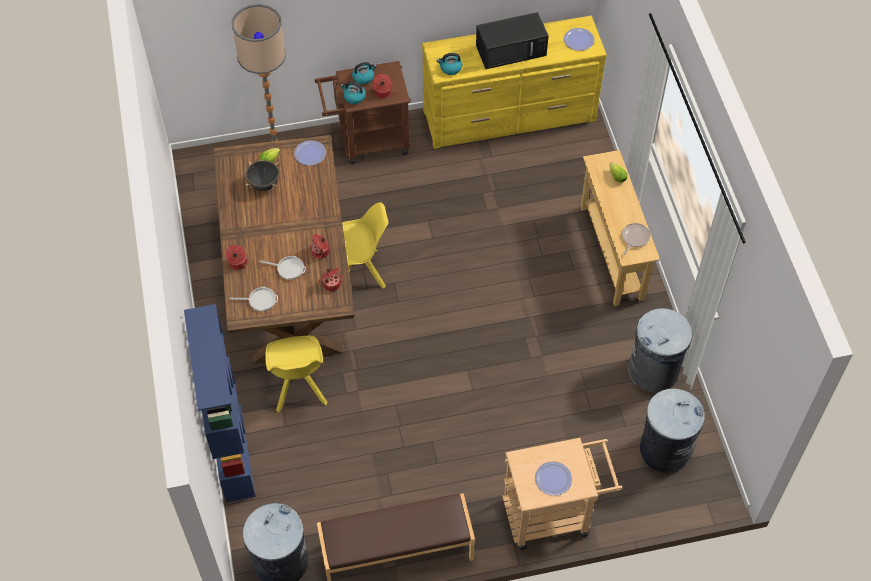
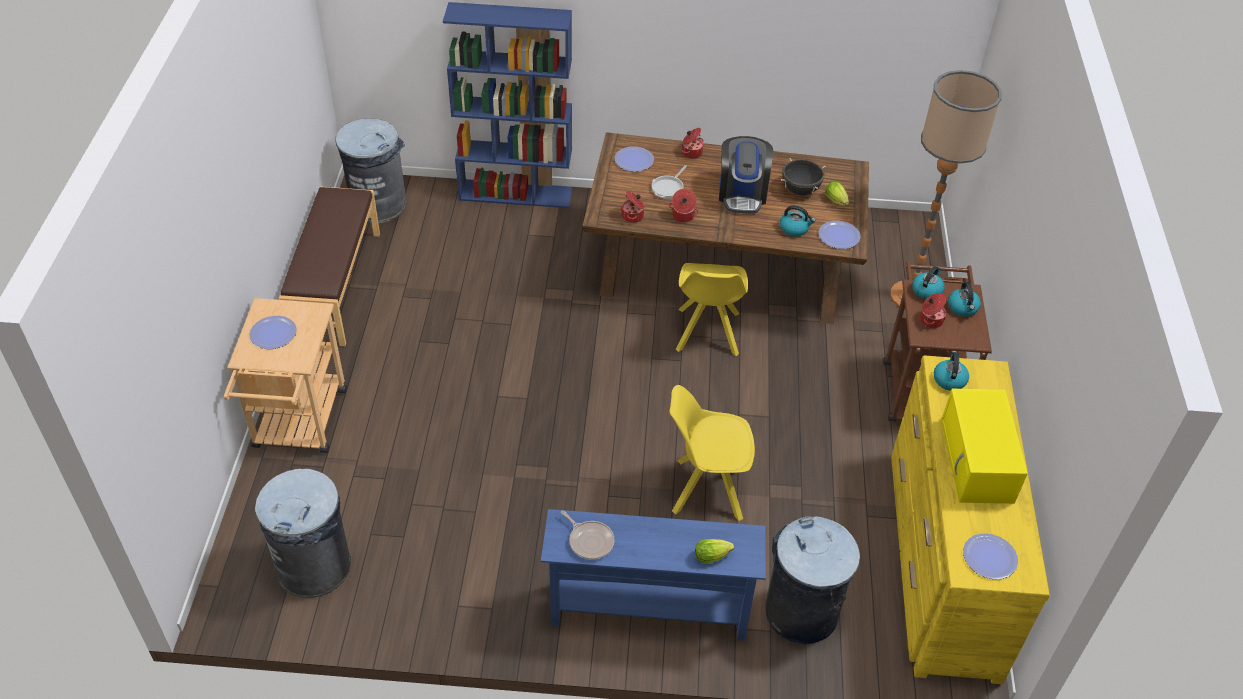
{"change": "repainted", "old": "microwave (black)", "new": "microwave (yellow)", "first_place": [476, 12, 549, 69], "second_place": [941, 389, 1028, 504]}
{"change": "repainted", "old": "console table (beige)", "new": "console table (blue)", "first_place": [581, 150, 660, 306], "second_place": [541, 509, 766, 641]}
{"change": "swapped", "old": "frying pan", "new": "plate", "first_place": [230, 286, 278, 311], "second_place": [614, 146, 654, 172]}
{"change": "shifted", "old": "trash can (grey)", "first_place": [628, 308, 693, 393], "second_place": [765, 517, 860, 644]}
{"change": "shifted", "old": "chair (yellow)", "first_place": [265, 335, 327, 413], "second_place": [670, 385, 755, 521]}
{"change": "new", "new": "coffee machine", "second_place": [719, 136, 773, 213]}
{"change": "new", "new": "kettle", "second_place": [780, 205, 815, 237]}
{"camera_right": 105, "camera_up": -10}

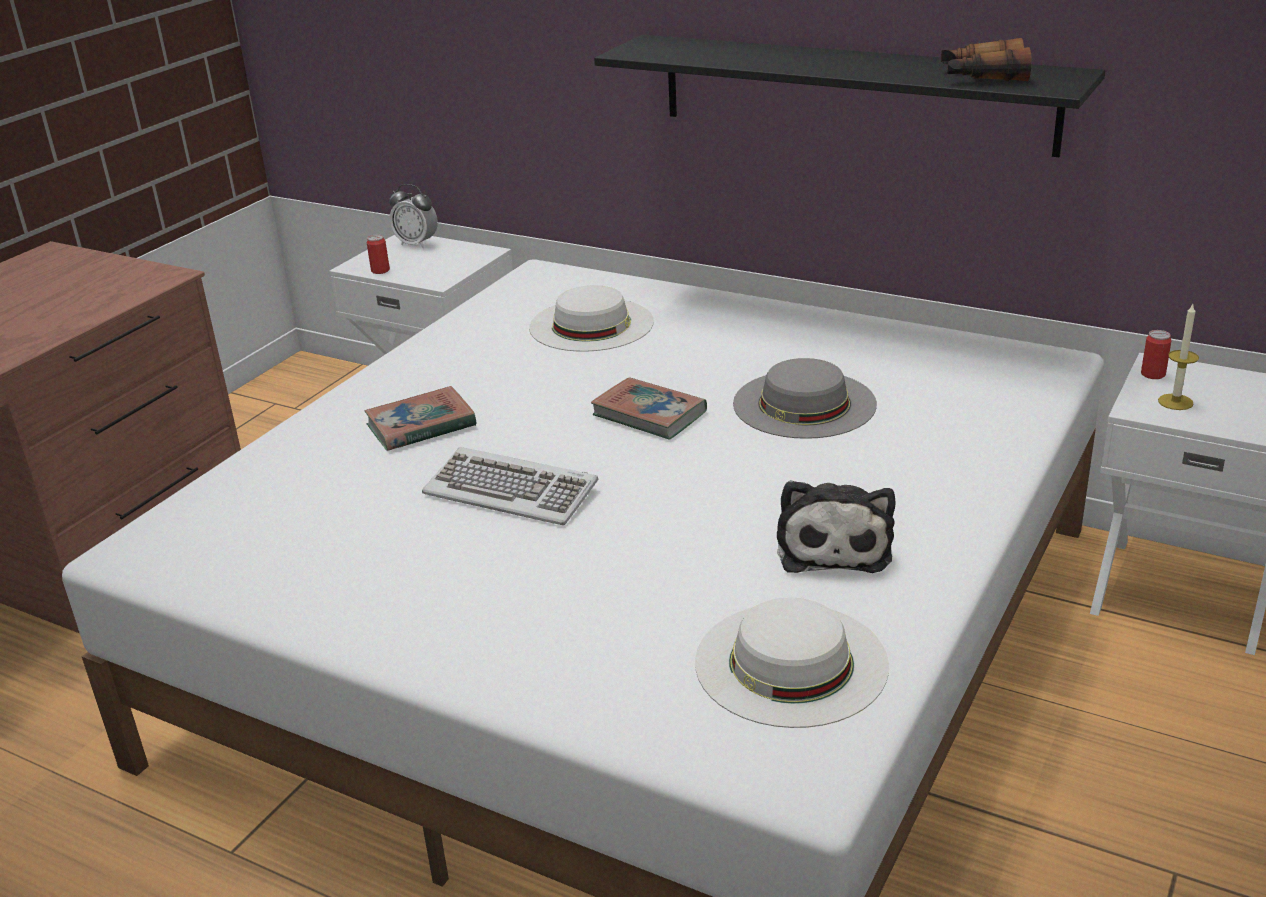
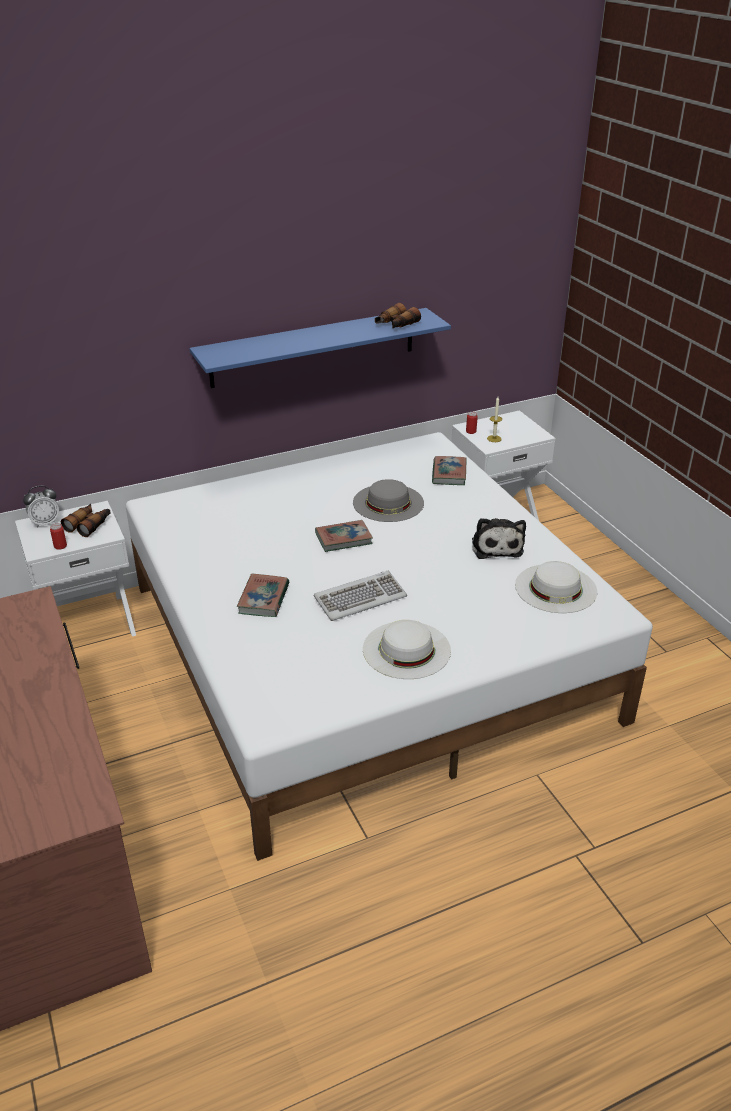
{"change": "repainted", "old": "shelf (black)", "new": "shelf (blue)", "first_place": [594, 35, 1105, 157], "second_place": [189, 308, 451, 388]}
{"change": "shifted", "old": "hat (white)", "first_place": [529, 285, 654, 352], "second_place": [363, 620, 451, 679]}
{"change": "rotated", "old": "plush toy", "first_place": [777, 480, 895, 573], "second_place": [472, 518, 526, 559], "degrees": 45}
{"change": "new", "new": "book", "second_place": [432, 456, 466, 485]}
{"change": "new", "new": "binoculars", "second_place": [61, 504, 110, 537]}
{"camera_right": -55, "camera_up": 5}

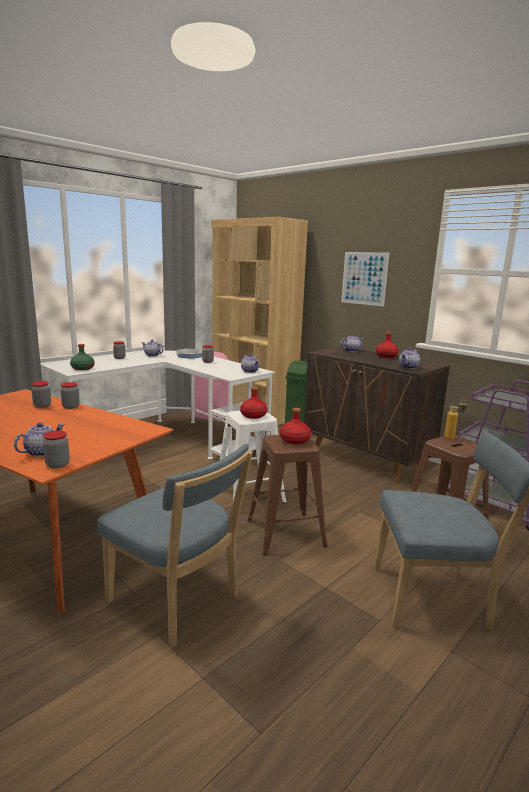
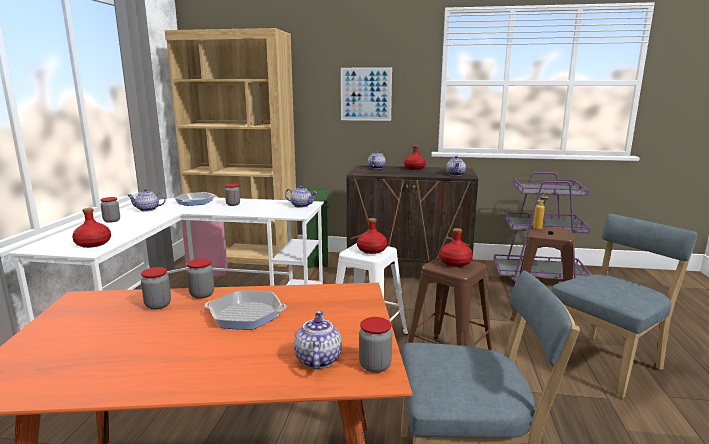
{"change": "repainted", "old": "bottle (green)", "new": "bottle (red)", "first_place": [70, 344, 95, 370], "second_place": [72, 208, 111, 248]}
{"change": "new", "new": "frying pan", "second_place": [205, 290, 287, 330]}
{"camera_right": -35, "camera_up": 0}

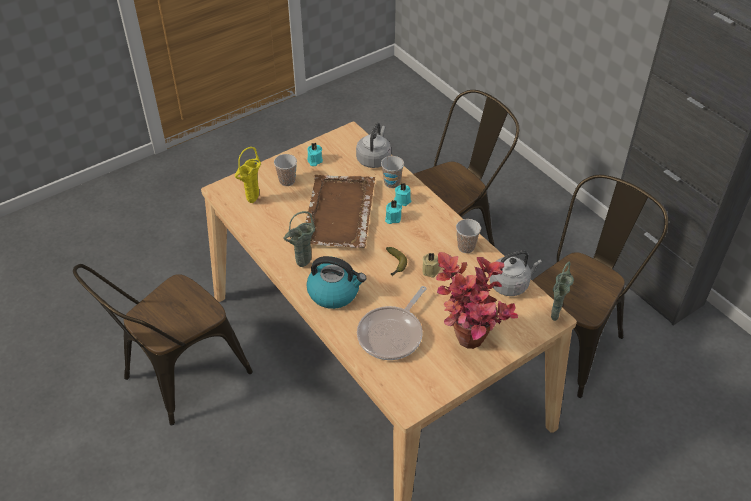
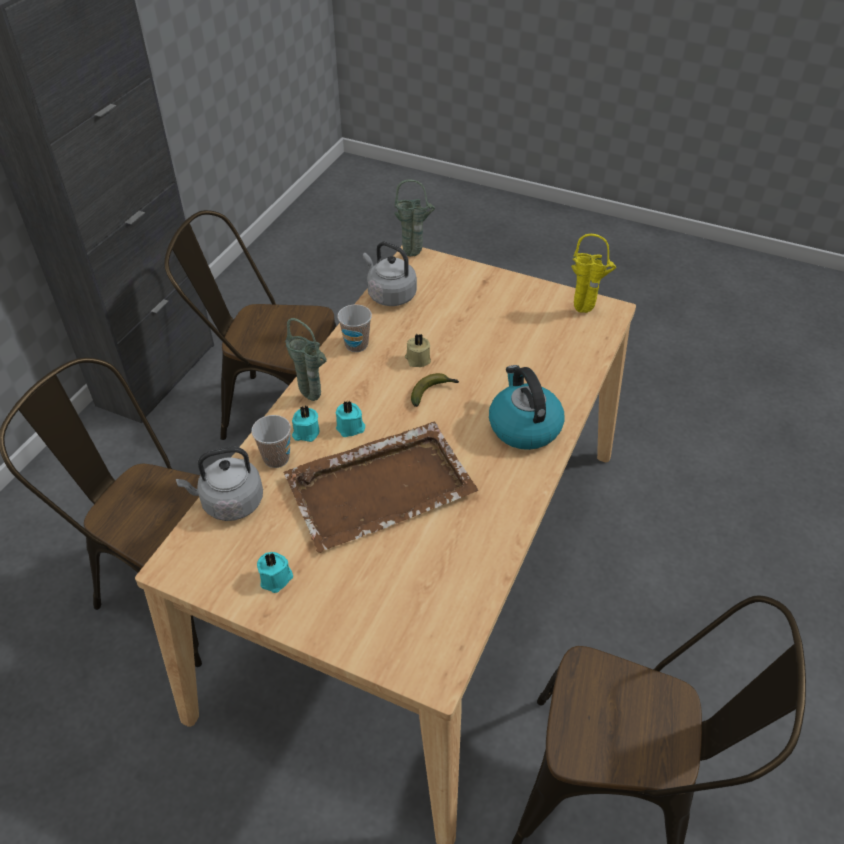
{"change": "shifted", "old": "vase (yellow)", "first_place": [235, 147, 261, 203], "second_place": [571, 234, 616, 313]}
{"change": "gone", "old": "cup", "first_place": [274, 154, 297, 186]}
{"change": "shifted", "old": "vase (green)", "first_place": [283, 211, 315, 267], "second_place": [285, 318, 327, 401]}
{"change": "gone", "old": "potted plant", "first_place": [436, 252, 518, 349]}
{"change": "gone", "old": "frying pan", "first_place": [357, 286, 427, 360]}
{"camera_right": -120, "camera_up": 0}

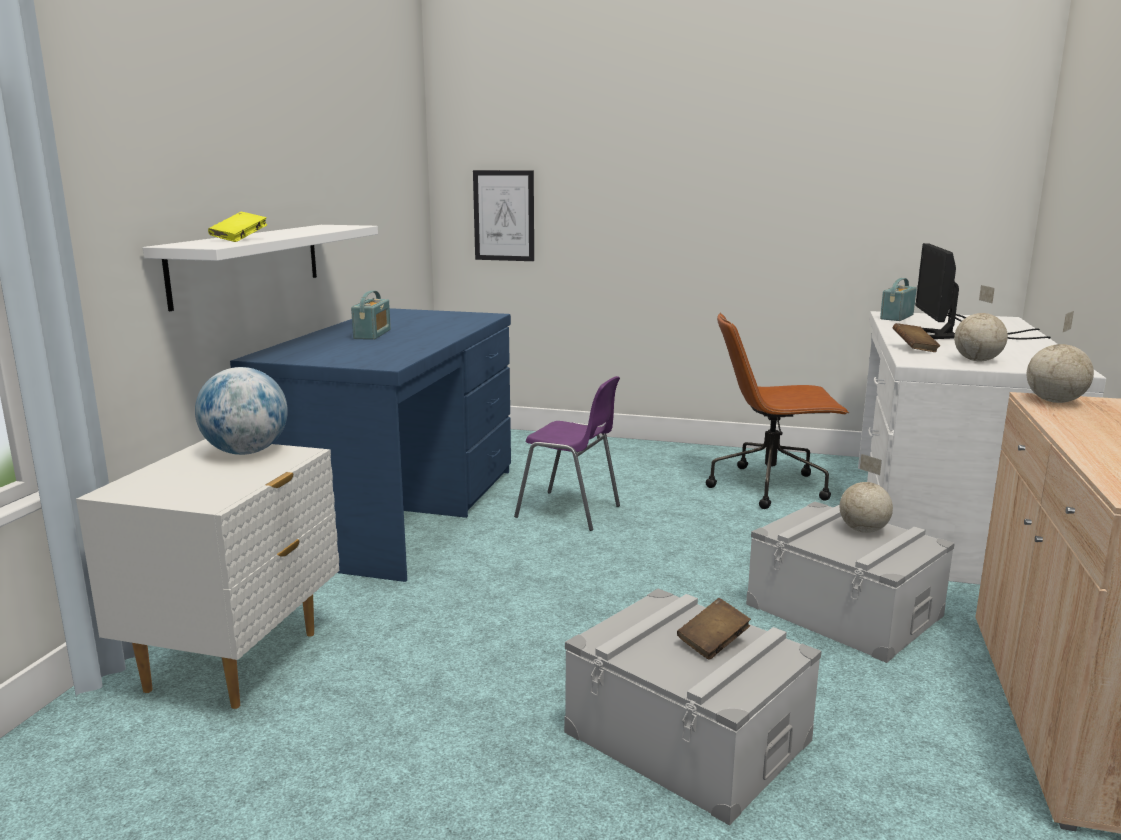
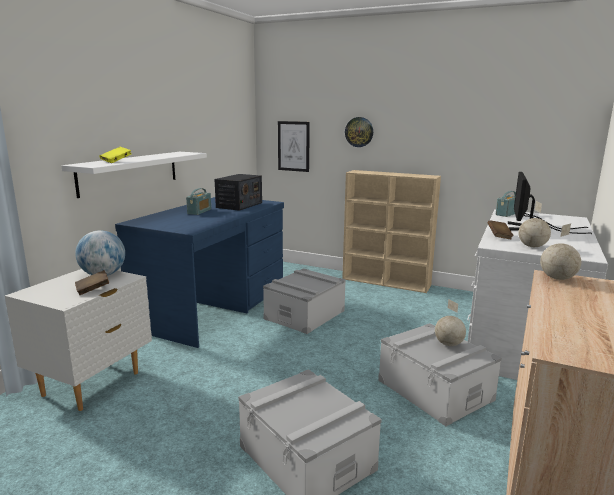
{"change": "gone", "old": "office chair (brown)", "first_place": [706, 312, 849, 509]}
{"change": "swapped", "old": "chair (purple)", "new": "storage box (grey)", "first_place": [514, 376, 620, 531], "second_place": [263, 268, 346, 334]}
{"change": "shifted", "old": "book (brown)", "first_place": [677, 598, 751, 660], "second_place": [75, 270, 109, 295]}
{"change": "new", "new": "wall clock", "second_place": [345, 117, 373, 147]}
{"change": "new", "new": "bookcase (beige)", "second_place": [342, 170, 441, 293]}
{"change": "new", "new": "radio", "second_place": [215, 174, 262, 211]}
{"camera_right": 10, "camera_up": 0}

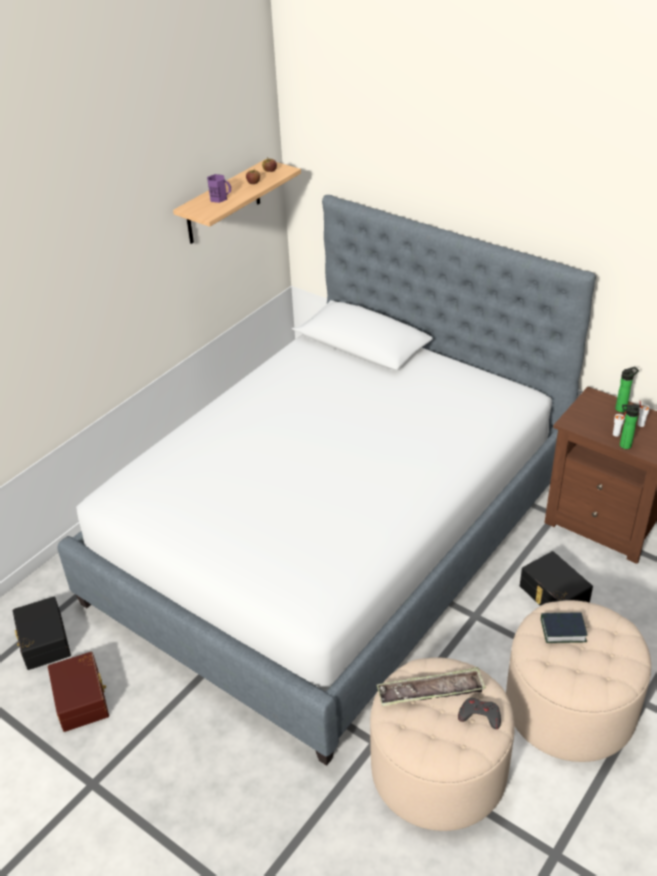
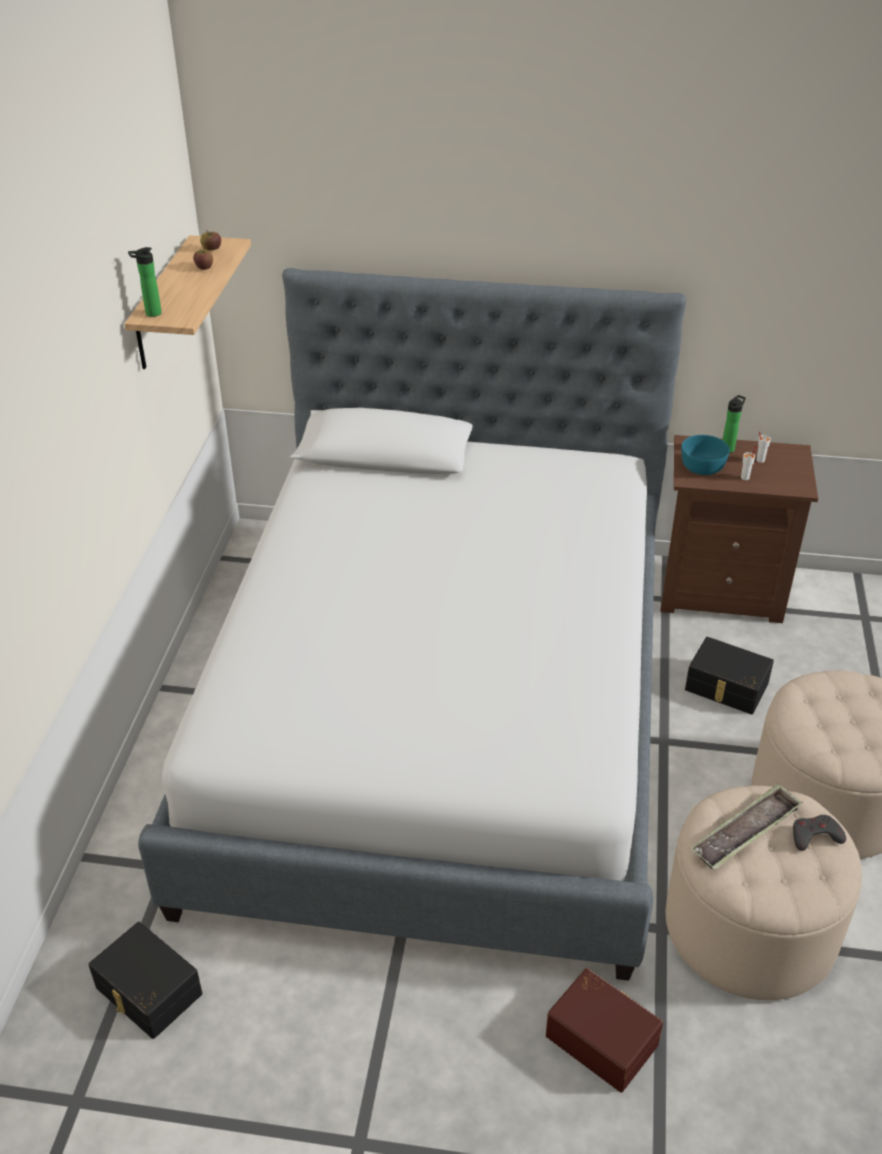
{"change": "gone", "old": "mug (purple)", "first_place": [207, 174, 231, 203]}
{"change": "shifted", "old": "bottle", "first_place": [620, 404, 640, 449], "second_place": [128, 247, 162, 317]}
{"change": "gone", "old": "book", "first_place": [541, 612, 587, 643]}
{"change": "shifted", "old": "storage box (brown)", "first_place": [48, 652, 109, 732], "second_place": [546, 968, 663, 1092]}
{"change": "new", "new": "bowl (turquoise)", "second_place": [681, 435, 730, 475]}
{"camera_right": -30, "camera_up": 0}

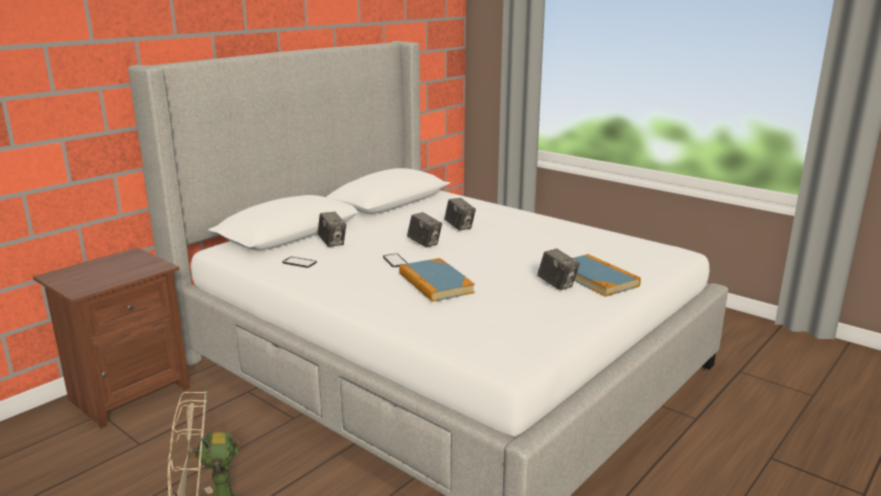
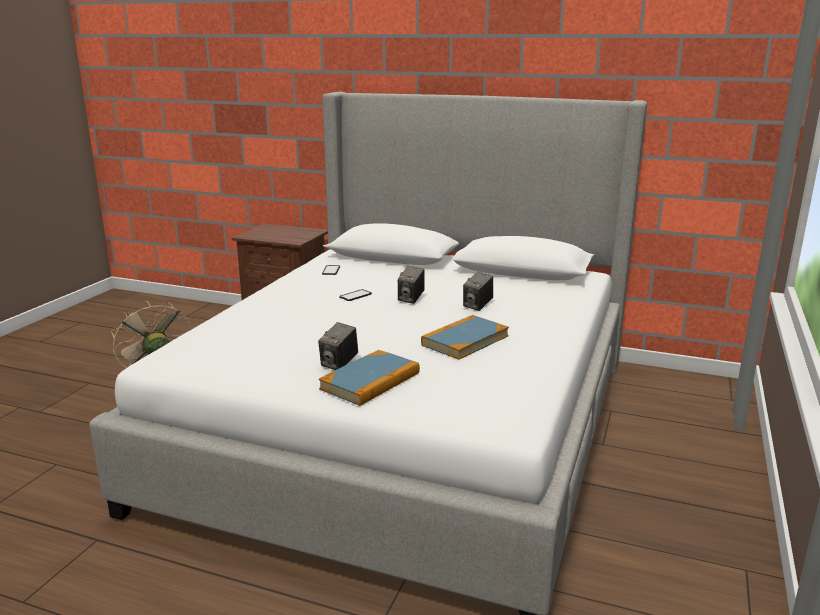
{"change": "gone", "old": "photo camera", "first_place": [317, 212, 346, 247]}
{"change": "shifted", "old": "book", "first_place": [399, 258, 475, 302], "second_place": [421, 315, 509, 360]}
{"camera_right": 70, "camera_up": 0}

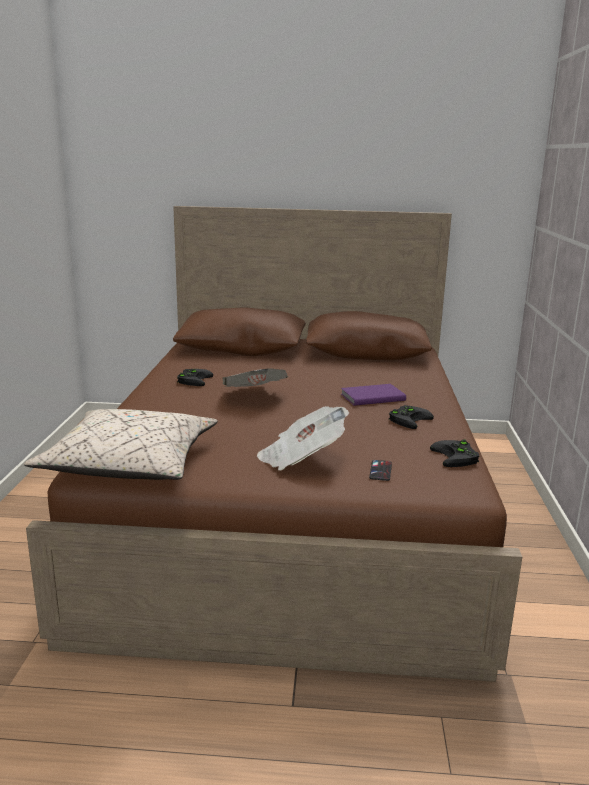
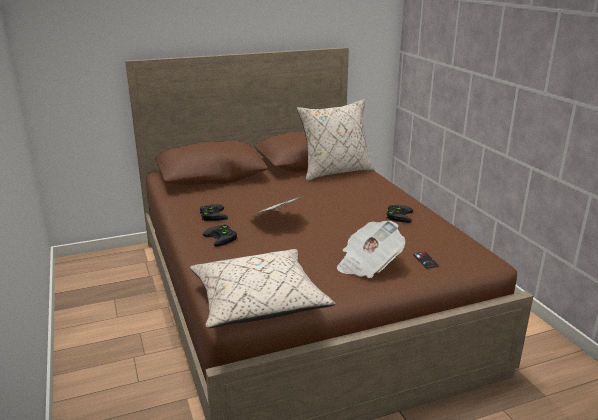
{"change": "gone", "old": "book (purple)", "first_place": [341, 384, 406, 406]}
{"change": "shifted", "old": "game controller (black)", "first_place": [430, 439, 479, 467], "second_place": [203, 224, 238, 247]}
{"change": "new", "new": "pillow (beige)", "second_place": [296, 99, 375, 181]}
{"camera_right": -25, "camera_up": 5}

